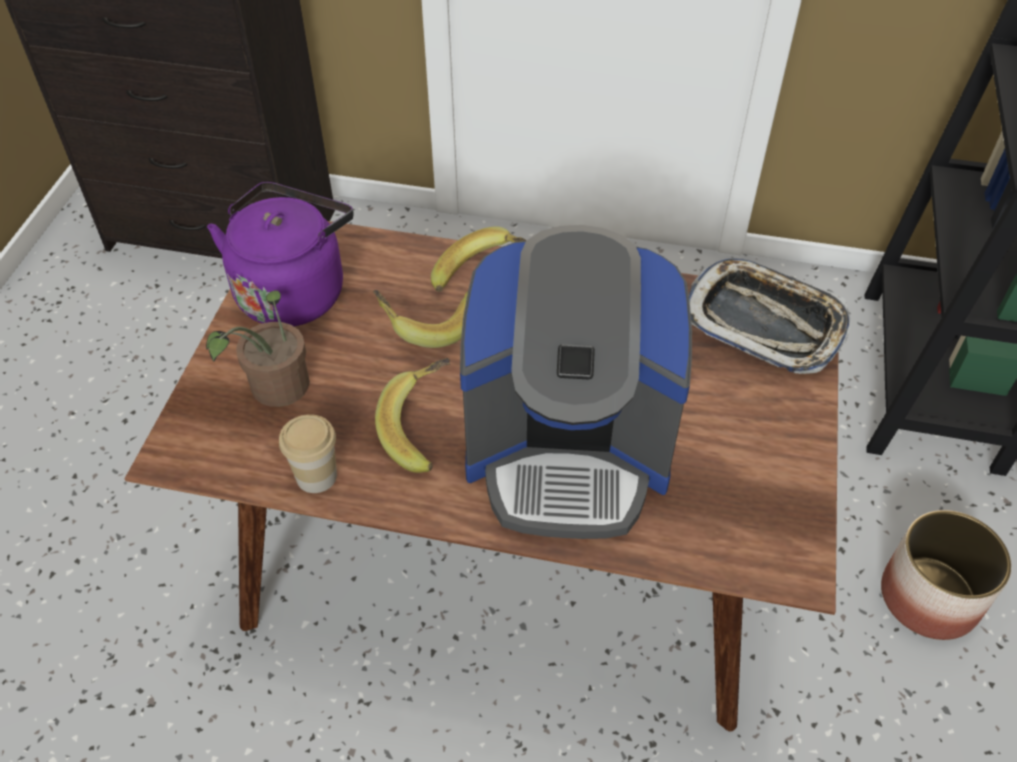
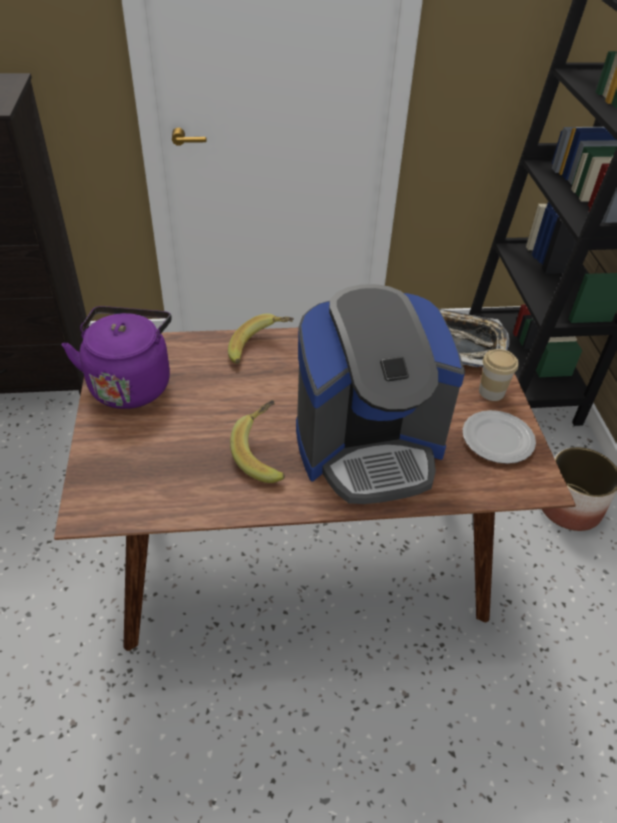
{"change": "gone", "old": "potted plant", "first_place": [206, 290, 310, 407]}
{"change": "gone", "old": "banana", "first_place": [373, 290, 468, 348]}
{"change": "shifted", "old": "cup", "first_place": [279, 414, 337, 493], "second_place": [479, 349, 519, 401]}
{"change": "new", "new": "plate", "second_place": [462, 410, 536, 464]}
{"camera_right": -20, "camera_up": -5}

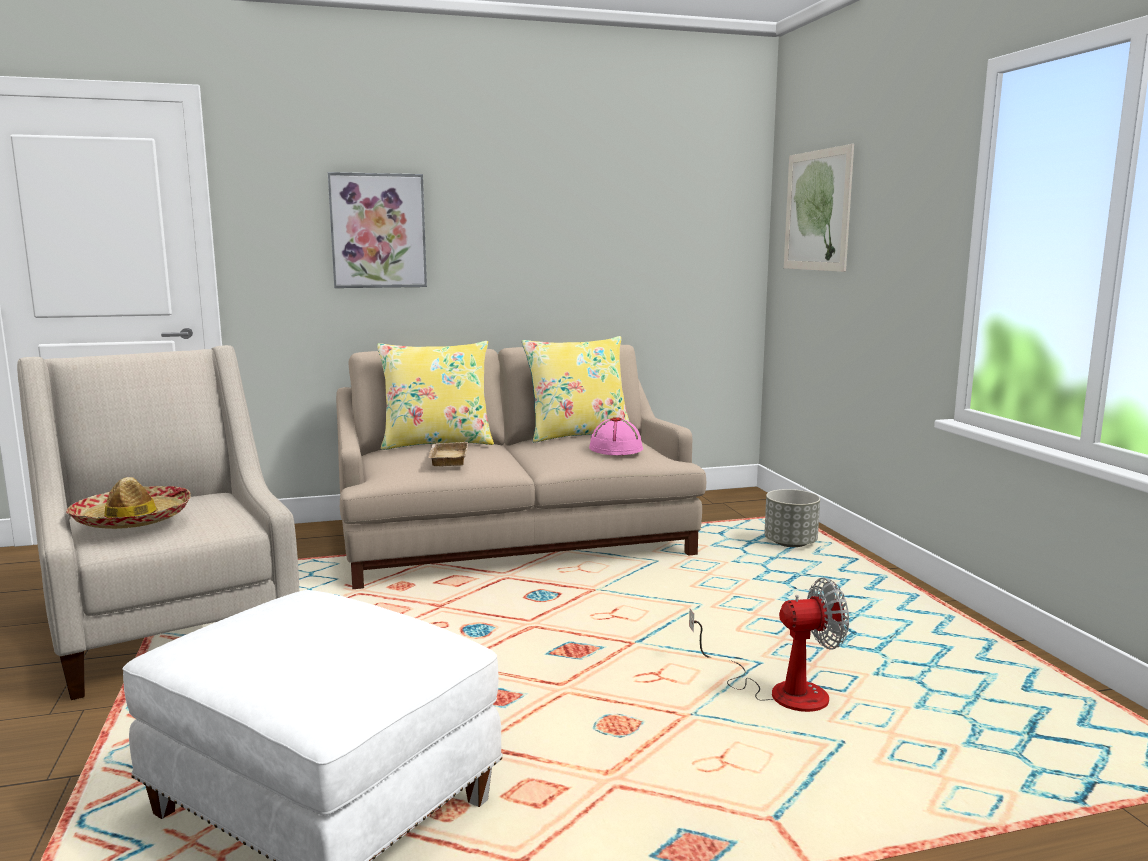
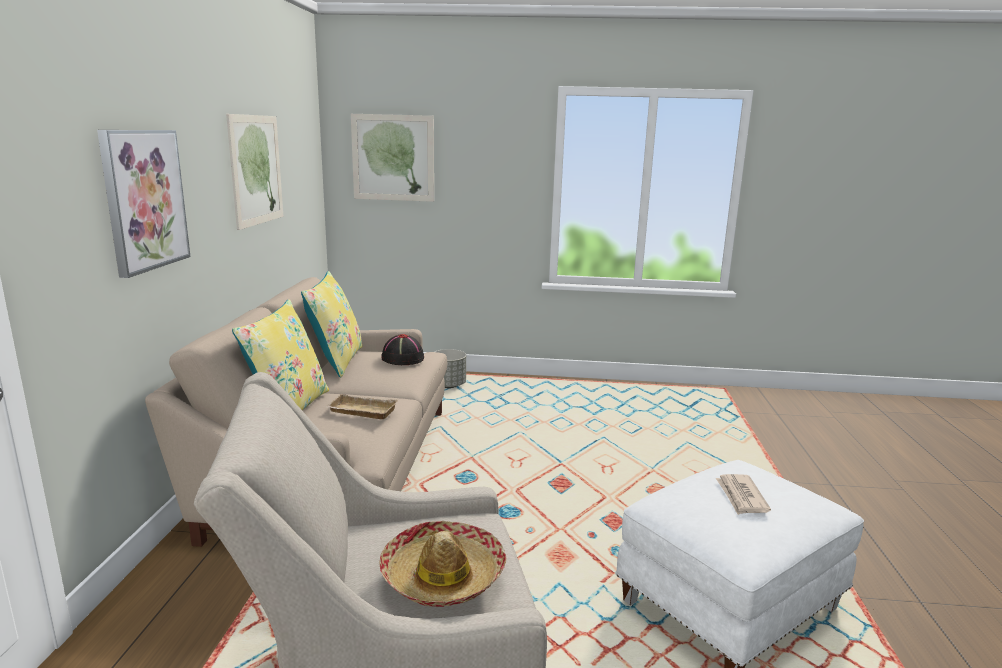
{"change": "repainted", "old": "hat (pink)", "new": "hat (black)", "first_place": [589, 417, 643, 455], "second_place": [381, 334, 424, 365]}
{"change": "gone", "old": "fan", "first_place": [689, 578, 849, 712]}
{"change": "new", "new": "picture", "second_place": [226, 114, 283, 230]}
{"change": "new", "new": "newspaper", "second_place": [716, 474, 771, 515]}
{"camera_right": -70, "camera_up": 5}

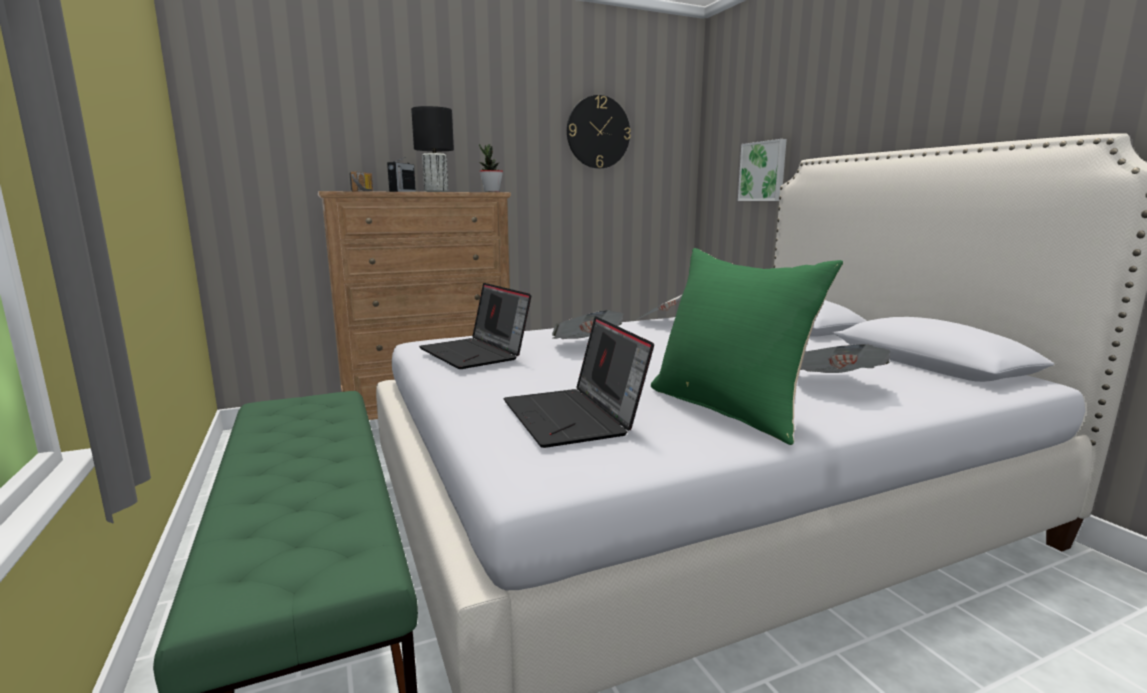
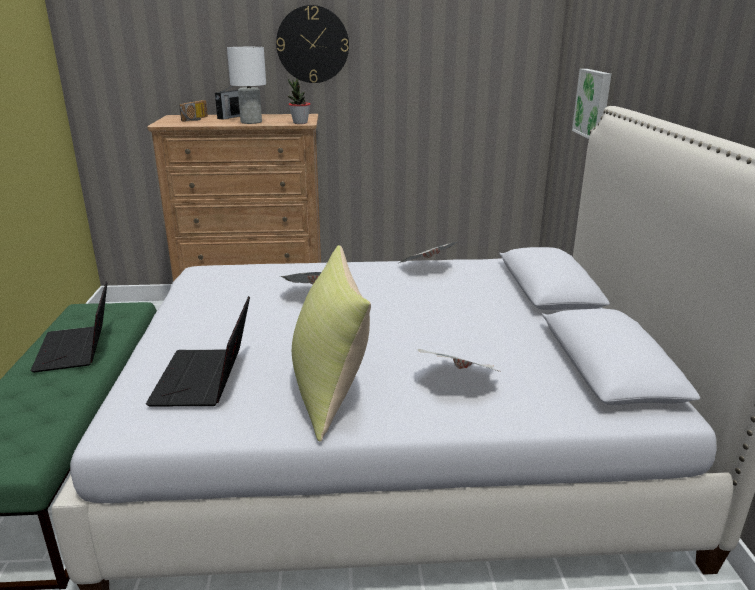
{"change": "shifted", "old": "wall clock", "first_place": [567, 95, 631, 169], "second_place": [276, 5, 349, 83]}
{"change": "repainted", "old": "table lamp (black)", "new": "table lamp (white)", "first_place": [411, 106, 454, 192], "second_place": [227, 47, 266, 124]}
{"change": "repainted", "old": "pillow (green)", "new": "pillow (yellow)", "first_place": [651, 248, 843, 445], "second_place": [292, 245, 371, 442]}
{"change": "shifted", "old": "laptop", "first_place": [419, 283, 531, 369], "second_place": [30, 281, 108, 372]}
{"camera_right": 20, "camera_up": 10}

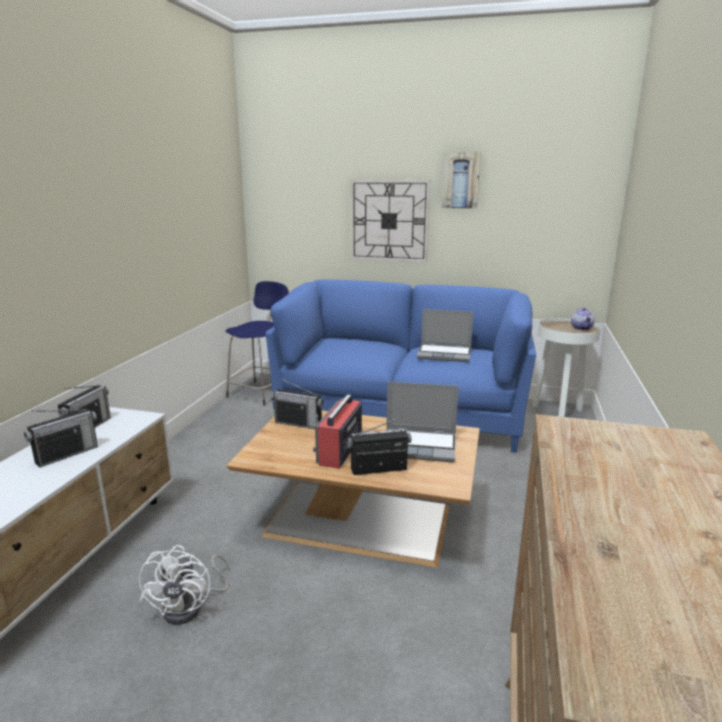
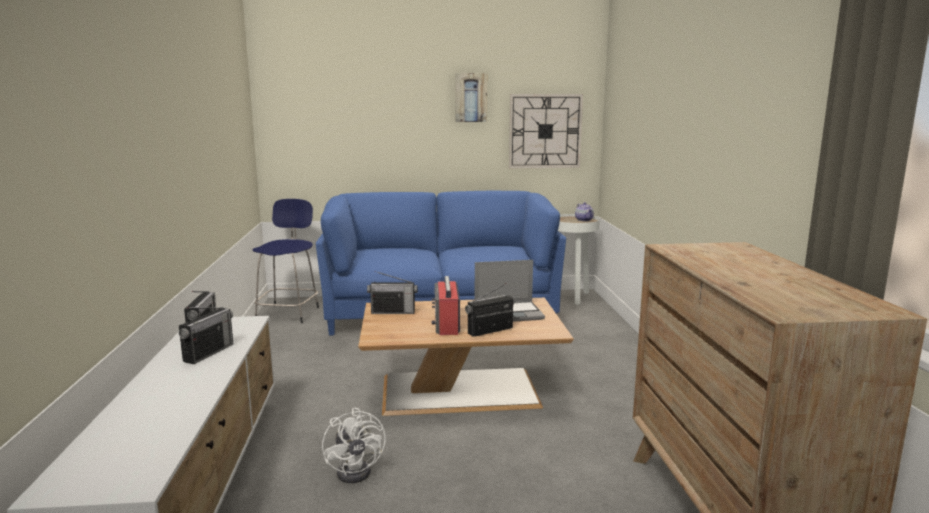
{"change": "shifted", "old": "wall clock", "first_place": [351, 179, 430, 263], "second_place": [509, 94, 583, 168]}
{"change": "gone", "old": "laptop", "first_place": [417, 309, 473, 362]}
{"camera_right": -20, "camera_up": -5}

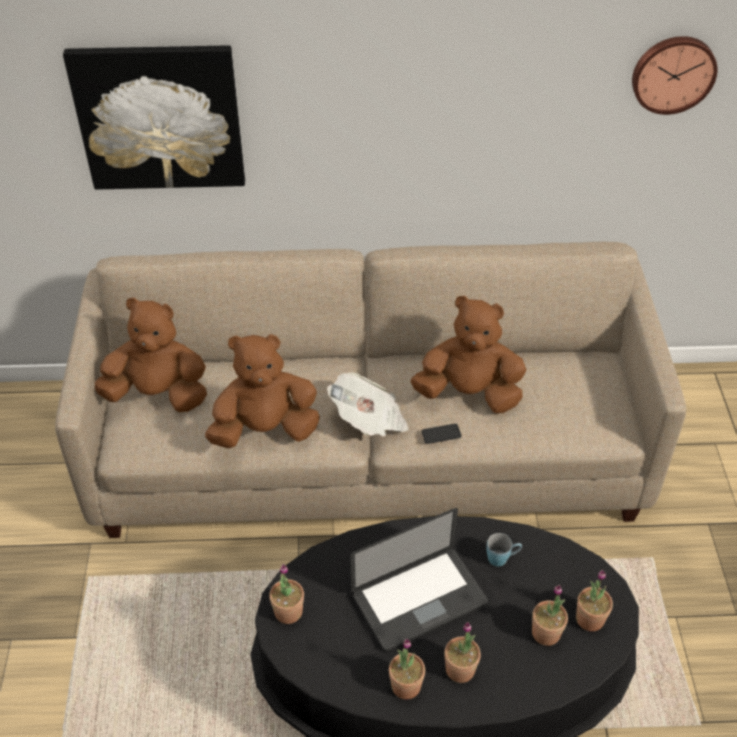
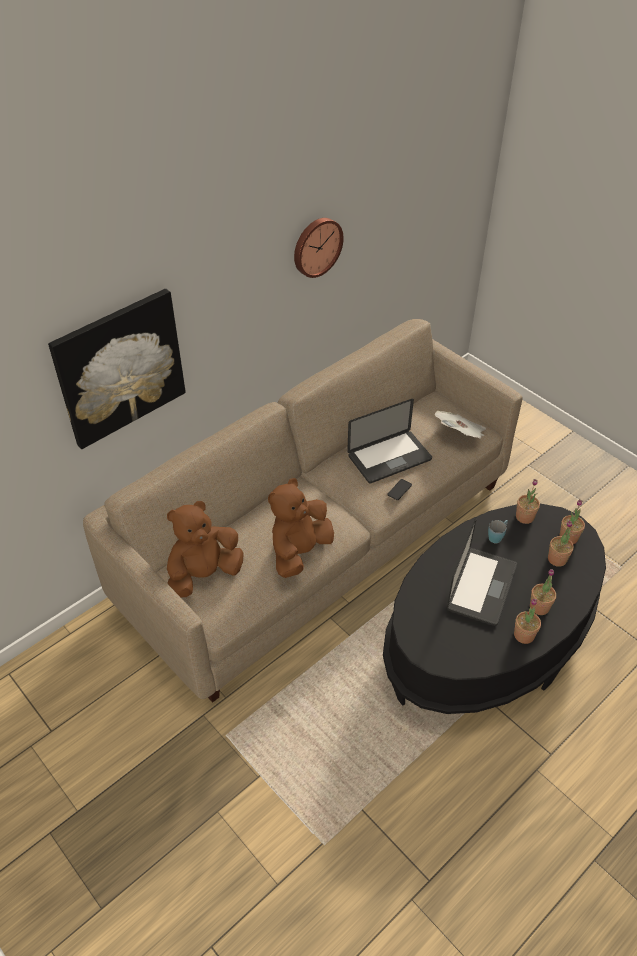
{"change": "shifted", "old": "wall clock", "first_place": [632, 36, 718, 115], "second_place": [294, 218, 344, 278]}
{"change": "swapped", "old": "plush toy (brown)", "new": "laptop", "first_place": [411, 296, 526, 413], "second_place": [347, 399, 432, 483]}
{"change": "shifted", "old": "newspaper", "first_place": [327, 372, 409, 436], "second_place": [435, 411, 486, 439]}
{"change": "shifted", "old": "potted plant", "first_place": [269, 564, 304, 624], "second_place": [516, 479, 540, 524]}
{"camera_right": -40, "camera_up": 0}

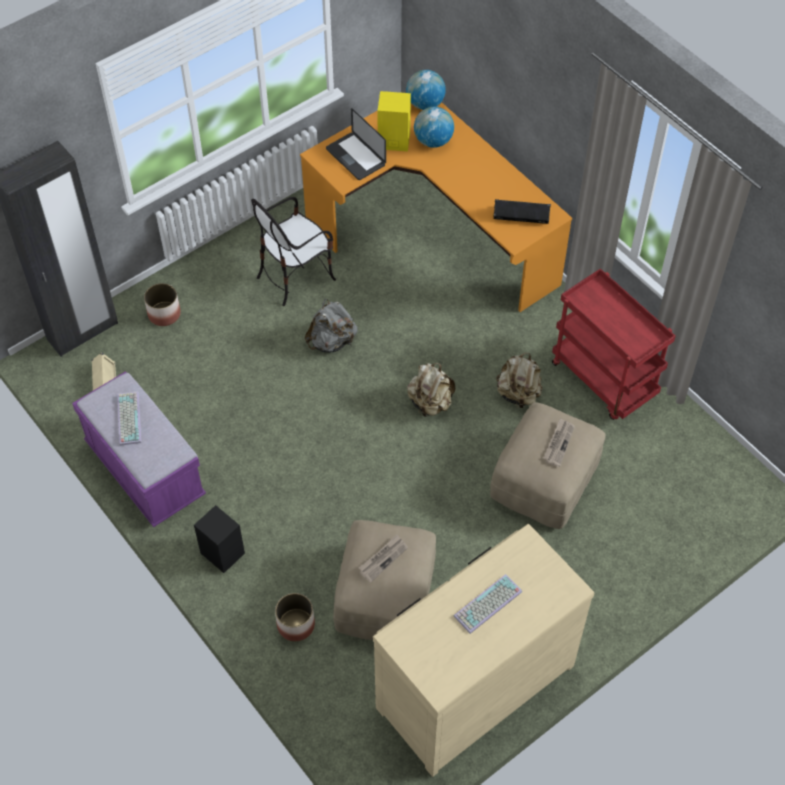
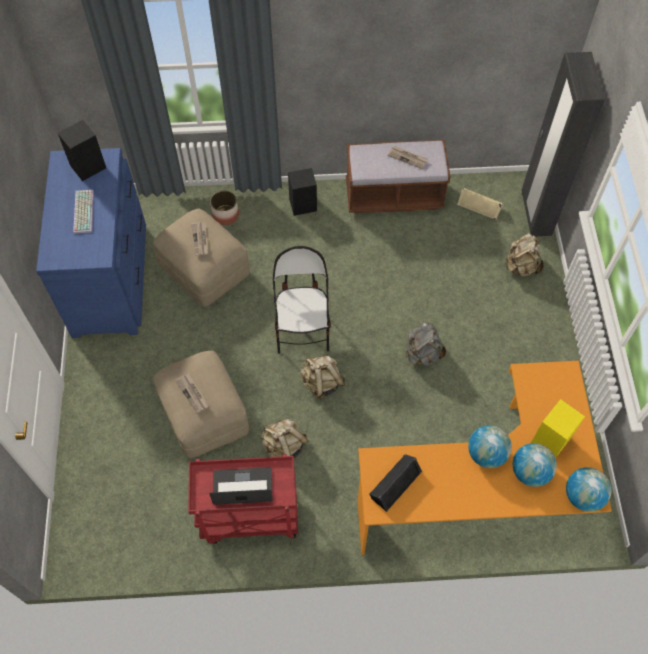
{"change": "shifted", "old": "laptop", "first_place": [326, 108, 386, 180], "second_place": [209, 467, 273, 505]}
{"change": "shifted", "old": "chair", "first_place": [251, 197, 336, 306], "second_place": [273, 246, 331, 354]}
{"change": "swapped", "old": "planter", "new": "backpack (beige)", "first_place": [144, 283, 181, 326], "second_place": [504, 233, 544, 277]}
{"change": "repainted", "old": "bench (purple)", "new": "bench (brown)", "first_place": [72, 371, 206, 527], "second_place": [346, 140, 451, 213]}
{"change": "swapped", "old": "keyboard", "new": "newspaper", "first_place": [117, 391, 141, 446], "second_place": [387, 146, 428, 169]}
{"change": "repainted", "old": "dresser (beige)", "new": "dresser (blue)", "first_place": [373, 524, 594, 777], "second_place": [36, 148, 146, 338]}
{"change": "new", "new": "speaker (black)", "second_place": [58, 120, 106, 181]}
{"change": "new", "new": "globe", "second_place": [468, 425, 512, 468]}
{"camera_right": 125, "camera_up": 5}

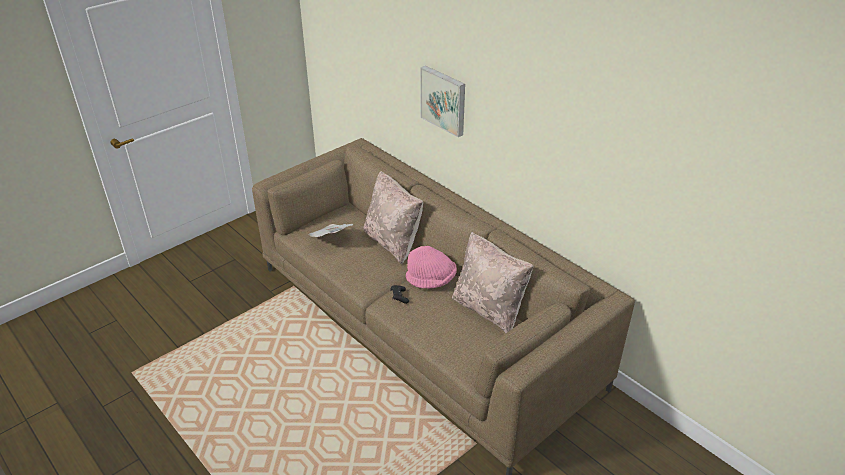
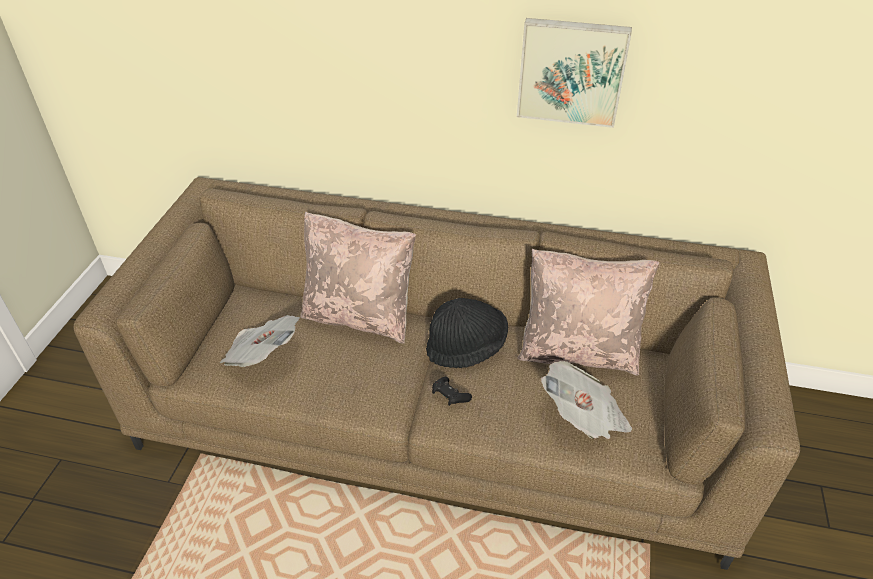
{"change": "shifted", "old": "picture", "first_place": [420, 66, 465, 137], "second_place": [517, 18, 632, 128]}
{"change": "repainted", "old": "hat (pink)", "new": "hat (black)", "first_place": [406, 246, 457, 289], "second_place": [426, 298, 508, 368]}
{"change": "new", "new": "newspaper", "second_place": [541, 361, 632, 439]}
{"camera_right": -35, "camera_up": 5}

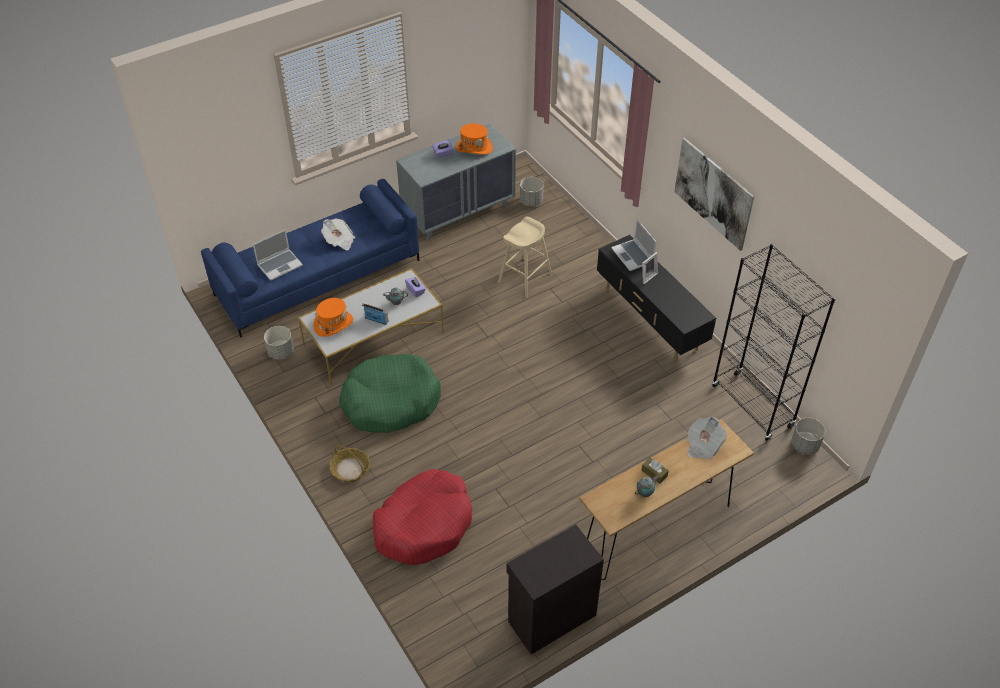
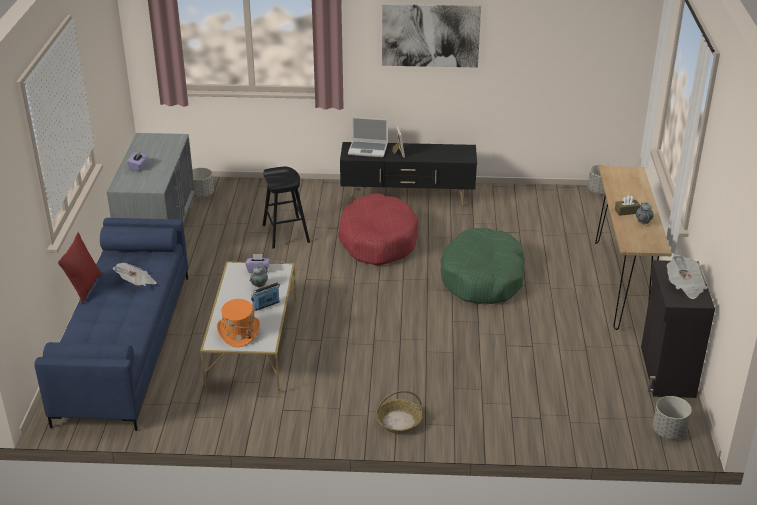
{"change": "gone", "old": "hat (orange)", "first_place": [456, 123, 493, 155]}
{"change": "repainted", "old": "stool (beige)", "new": "stool (black)", "first_place": [498, 217, 552, 297], "second_place": [263, 166, 310, 249]}
{"change": "gone", "old": "laptop", "first_place": [253, 230, 303, 281]}
{"change": "gone", "old": "bookcase (black)", "first_place": [712, 244, 835, 441]}
{"change": "shifted", "old": "planter (grey)", "first_place": [264, 326, 294, 360], "second_place": [653, 396, 692, 439]}
{"change": "shifted", "old": "dog bed (green)", "first_place": [339, 354, 441, 433], "second_place": [441, 228, 525, 304]}
{"change": "shifted", "old": "newspaper", "first_place": [686, 417, 727, 460], "second_place": [667, 255, 708, 299]}
{"change": "shifted", "old": "dog bed (red)", "first_place": [373, 469, 472, 565], "second_place": [338, 193, 418, 266]}
{"change": "new", "new": "pillow (red)", "second_place": [58, 232, 102, 304]}
{"camera_right": -55, "camera_up": -15}

